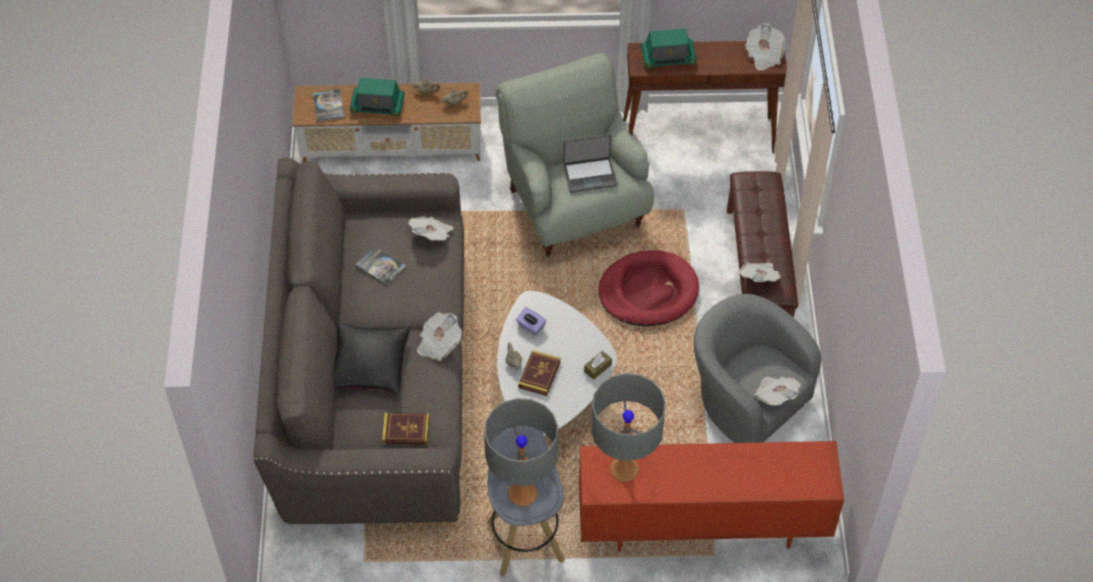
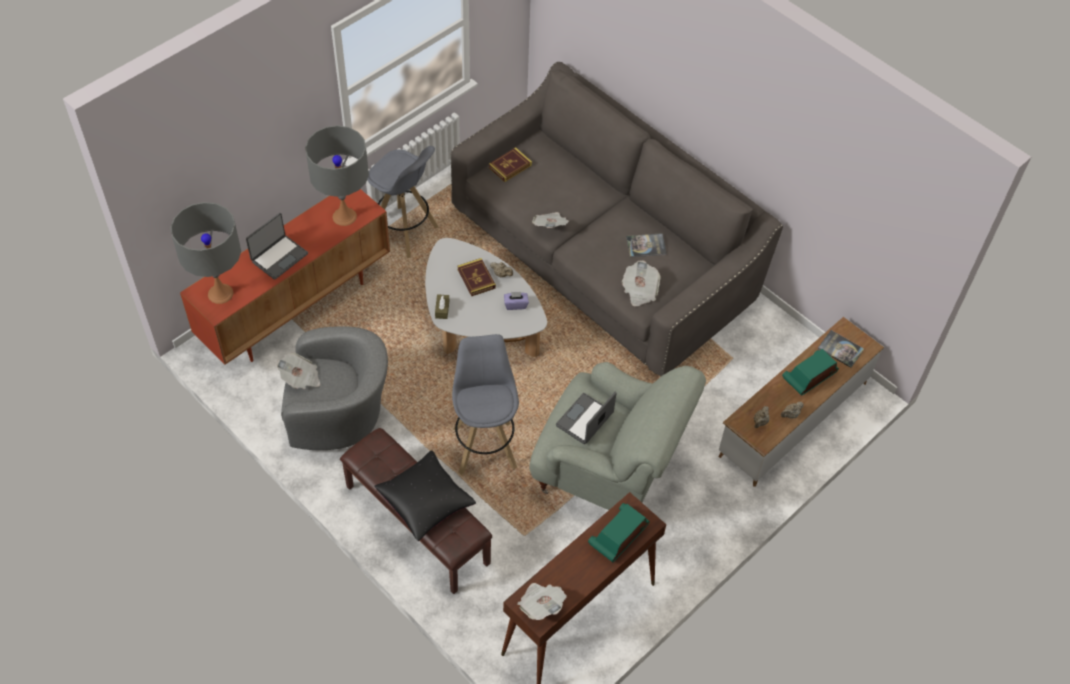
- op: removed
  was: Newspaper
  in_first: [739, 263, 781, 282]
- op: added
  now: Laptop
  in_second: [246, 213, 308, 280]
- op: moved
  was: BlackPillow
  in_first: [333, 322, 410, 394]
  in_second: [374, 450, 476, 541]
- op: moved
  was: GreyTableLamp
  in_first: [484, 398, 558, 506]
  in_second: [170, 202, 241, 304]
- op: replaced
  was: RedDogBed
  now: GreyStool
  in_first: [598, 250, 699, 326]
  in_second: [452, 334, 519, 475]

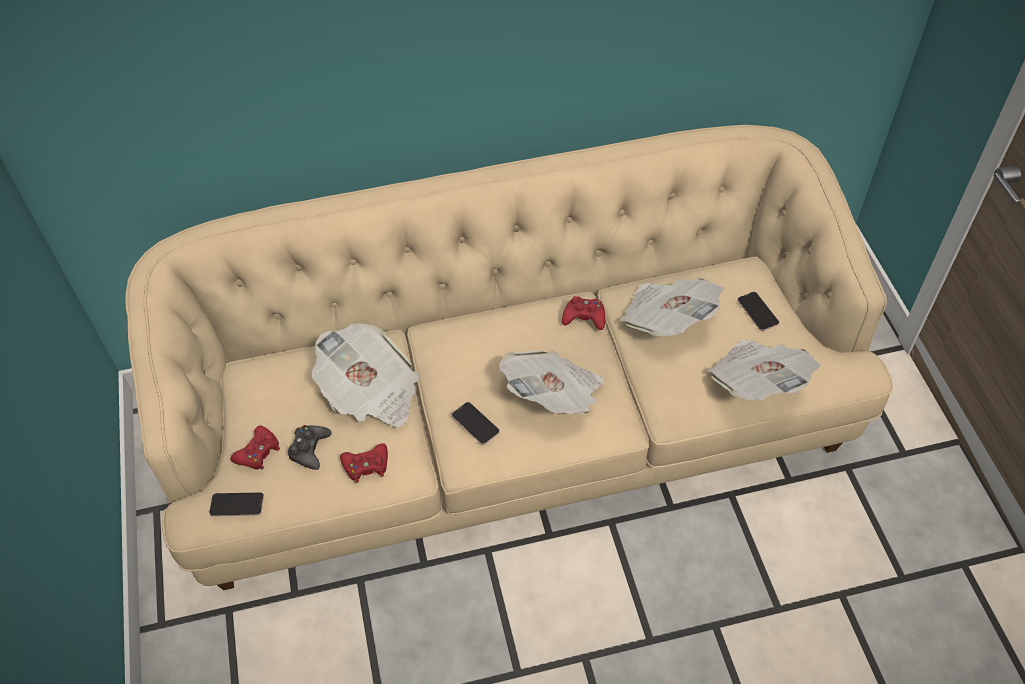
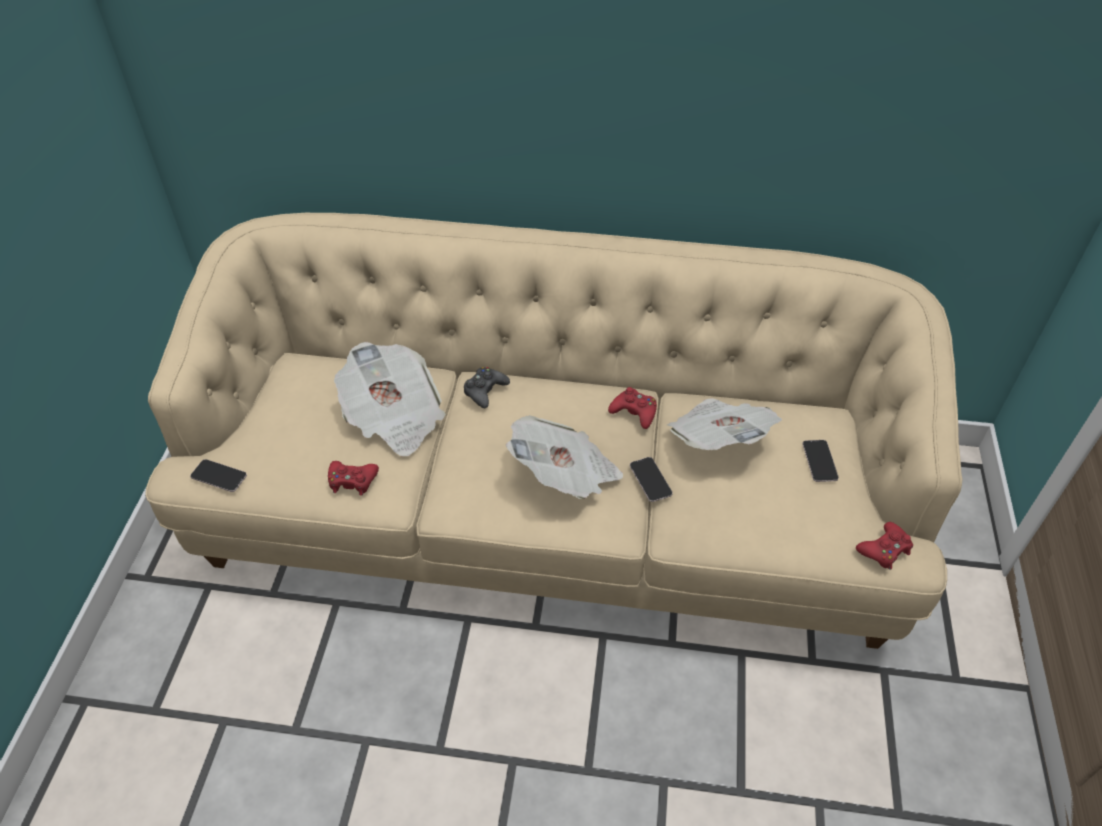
- op: removed
  was: Newspaper
  in_first: [707, 339, 821, 400]
- op: moved
  was: RedGameController
  in_first: [230, 425, 280, 470]
  in_second: [856, 522, 913, 570]
- op: moved
  was: BlackGameController
  in_first: [288, 425, 332, 470]
  in_second: [464, 367, 510, 408]
- op: moved
  was: Phone
  in_first: [452, 402, 500, 445]
  in_second: [630, 457, 673, 502]

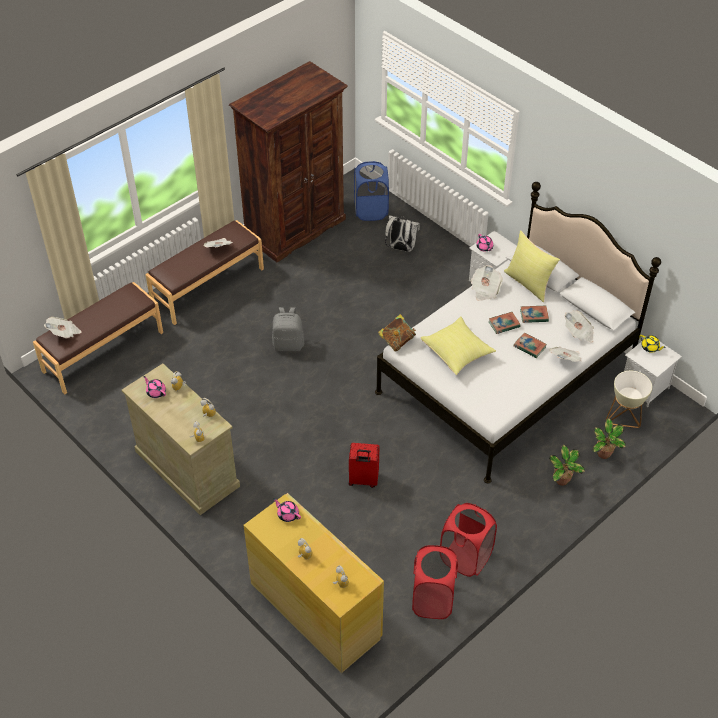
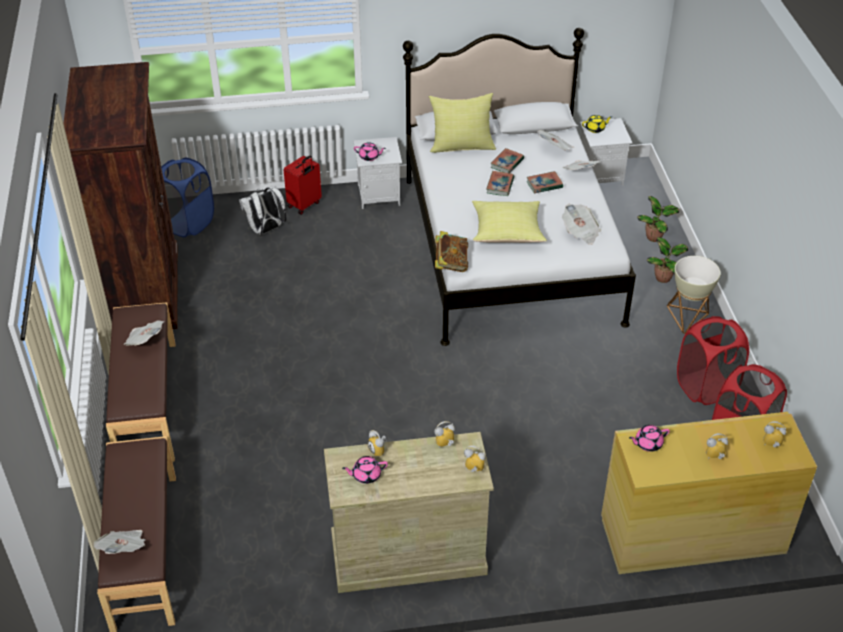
- op: removed
  was: GreyBackpack
  in_first: [272, 307, 304, 351]
- op: moved
  was: RedSuitcase
  in_first: [349, 443, 379, 488]
  in_second: [284, 155, 322, 215]
- op: moved
  was: Newspaper
  in_first: [471, 265, 503, 301]
  in_second: [562, 204, 601, 245]
- op: moved
  was: Planter
  in_first: [606, 371, 652, 428]
  in_second: [667, 256, 721, 334]

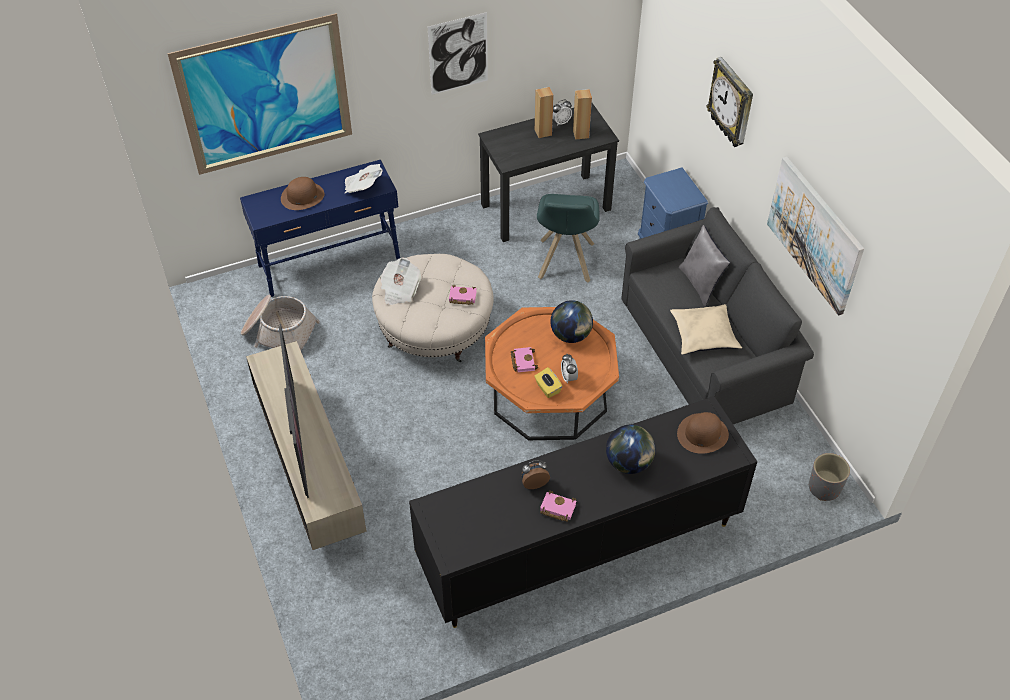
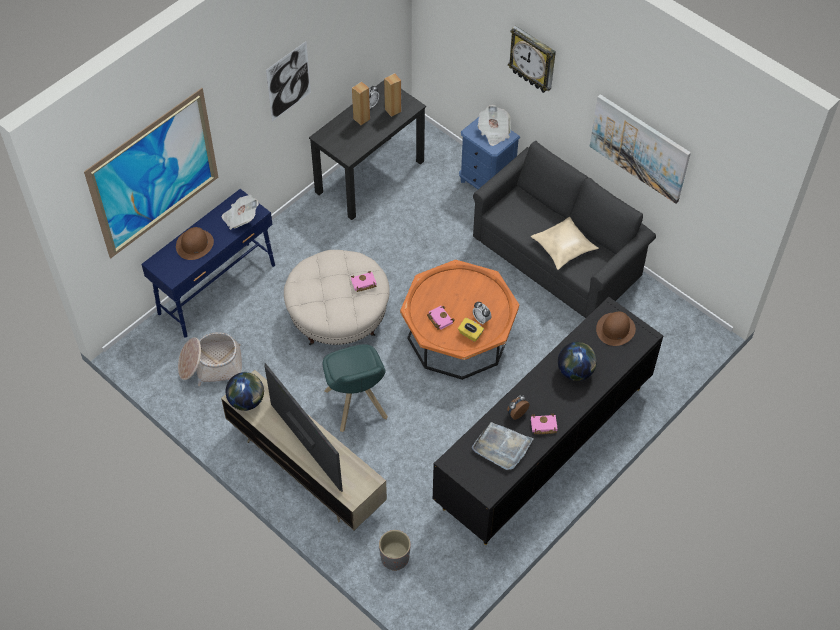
- op: removed
  was: GreyPillow
  in_first: [679, 225, 730, 307]
- op: added
  now: GreyTray
  in_second: [472, 422, 534, 470]
- op: moved
  was: Newspaper
  in_first: [380, 258, 421, 305]
  in_second: [478, 105, 511, 146]
- op: moved
  was: TurquoiseChair
  in_first: [537, 194, 600, 283]
  in_second: [323, 344, 388, 432]
- op: moved
  was: Globe
  in_first: [550, 300, 593, 343]
  in_second: [226, 372, 264, 411]
- op: moved
  was: GreyPlanter
  in_first: [809, 453, 850, 501]
  in_second: [379, 530, 411, 571]

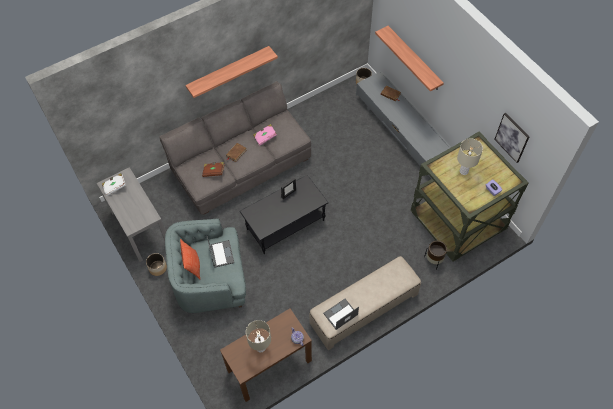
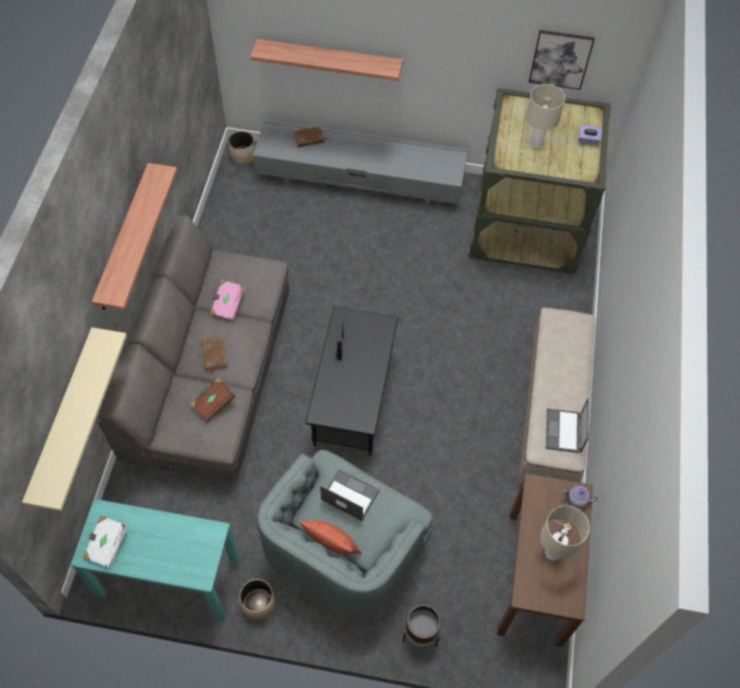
- op: added
  now: BeigeShelf
  in_second: [22, 327, 127, 511]
- op: moved
  was: BrownPlanter
  in_first: [424, 241, 447, 270]
  in_second: [403, 604, 441, 647]
- op: recoloured
  was: GreyConsoleTable
  now: TurquoiseConsoleTable
  in_first: [97, 167, 166, 262]
  in_second: [71, 499, 240, 621]

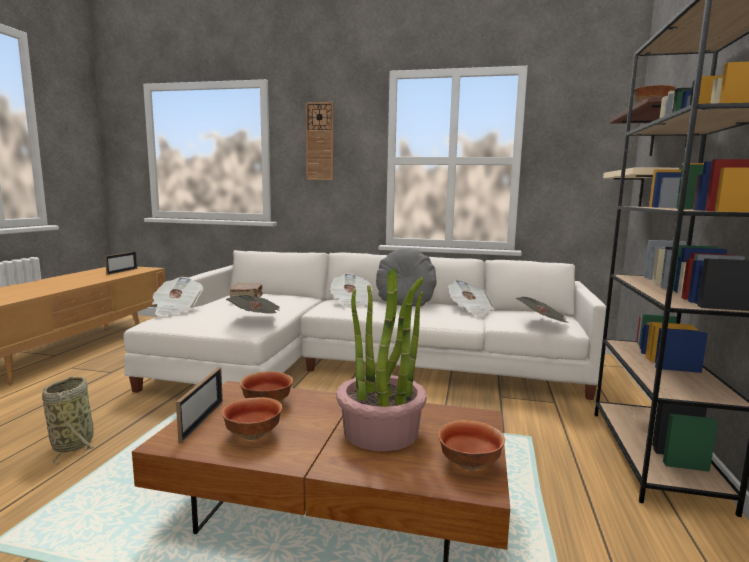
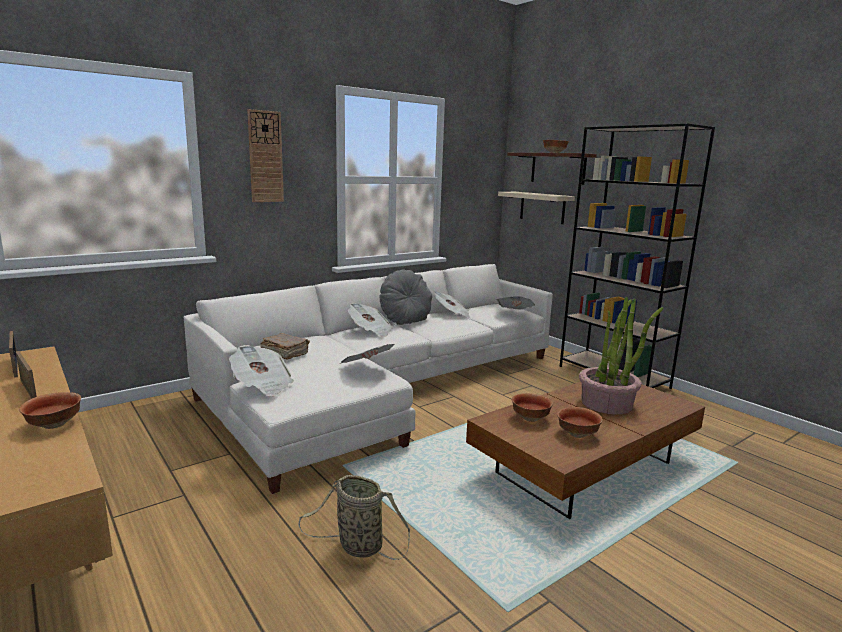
- op: moved
  was: PictureFrame
  in_first: [176, 367, 223, 443]
  in_second: [16, 351, 37, 399]
- op: moved
  was: Bowl
  in_first: [438, 420, 505, 470]
  in_second: [19, 392, 81, 429]

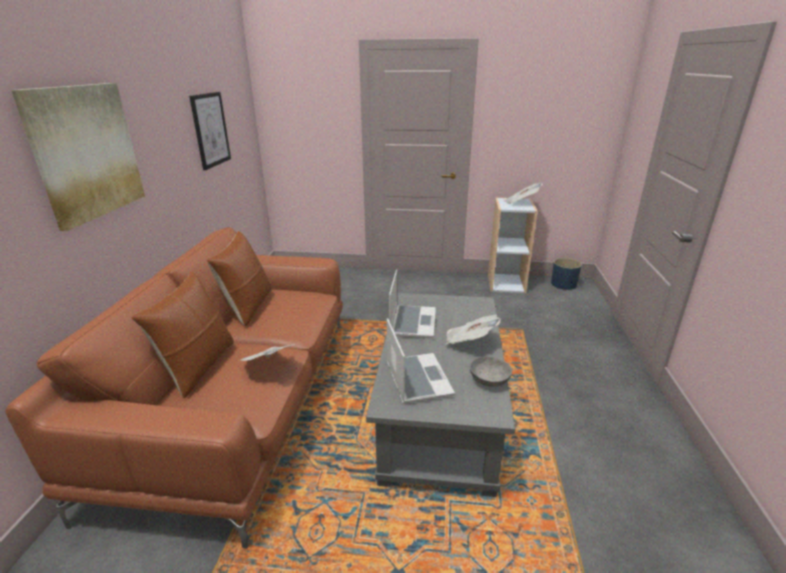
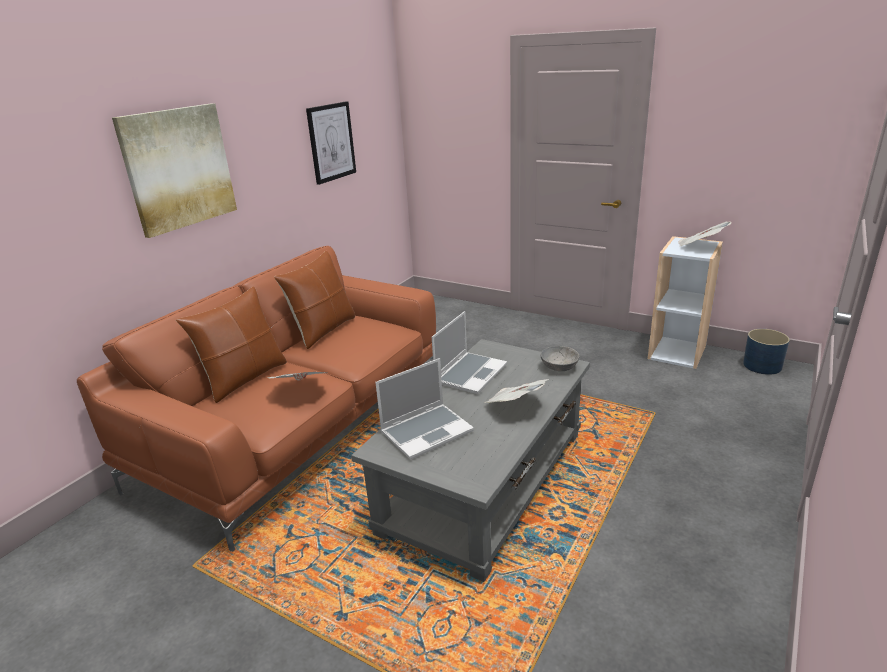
- op: moved
  was: GreyBowl
  in_first: [470, 356, 512, 387]
  in_second: [540, 346, 579, 371]
- op: turned
  was: Laptop
  in_first: [387, 318, 455, 404]
  in_second: [375, 358, 474, 459]
  clockwise: 45

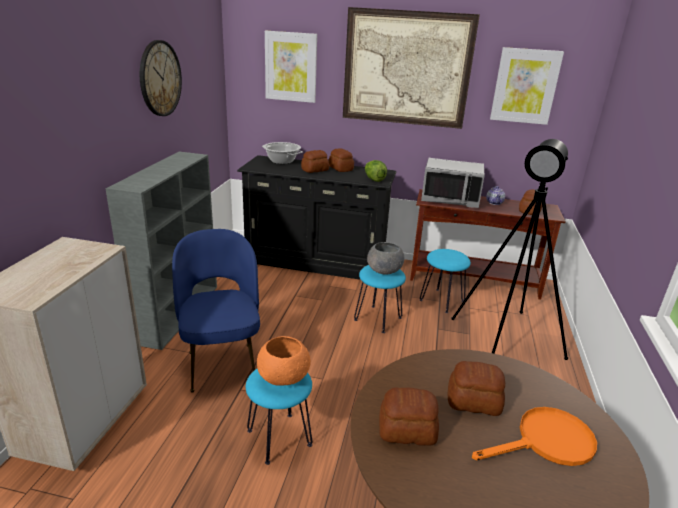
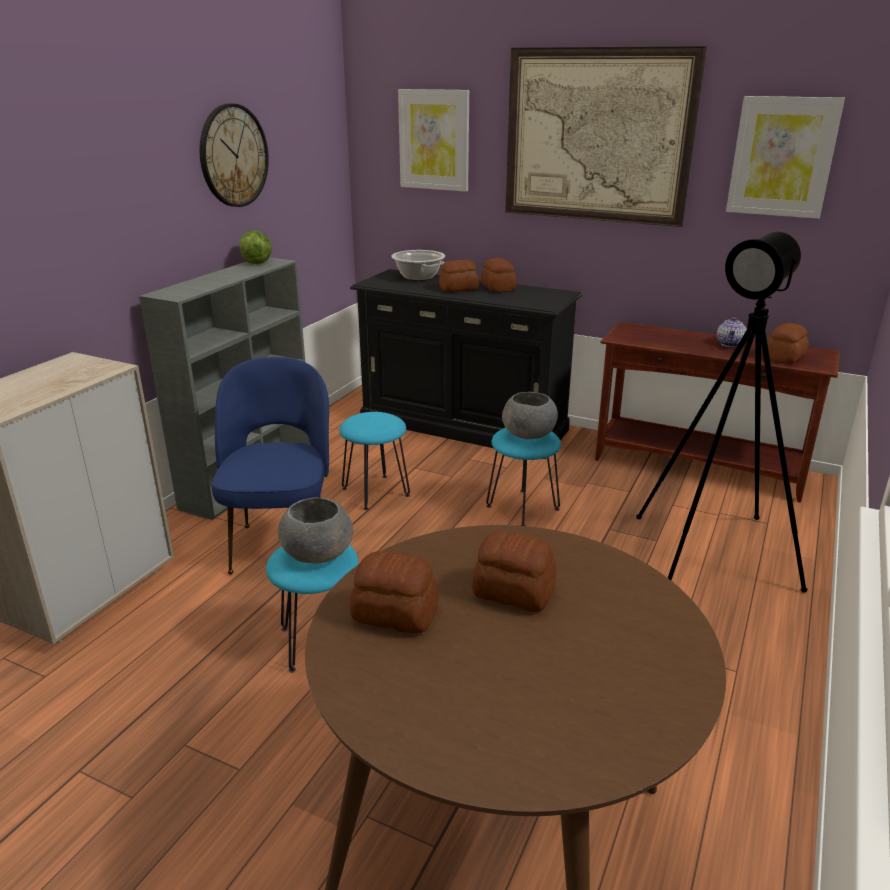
- op: removed
  was: GreyMicrowave
  in_first: [421, 158, 485, 208]
- op: removed
  was: OrangeFryingPan
  in_first: [472, 407, 597, 466]
- op: moved
  was: Lettuce
  in_first: [365, 160, 387, 182]
  in_second: [239, 230, 272, 264]
- op: moved
  was: TurquoiseStool
  in_first: [420, 249, 471, 313]
  in_second: [339, 412, 410, 510]
- op: recoloured
  was: OrangeBowl
  now: GreyBowl
  in_first: [257, 336, 311, 386]
  in_second: [278, 497, 353, 563]

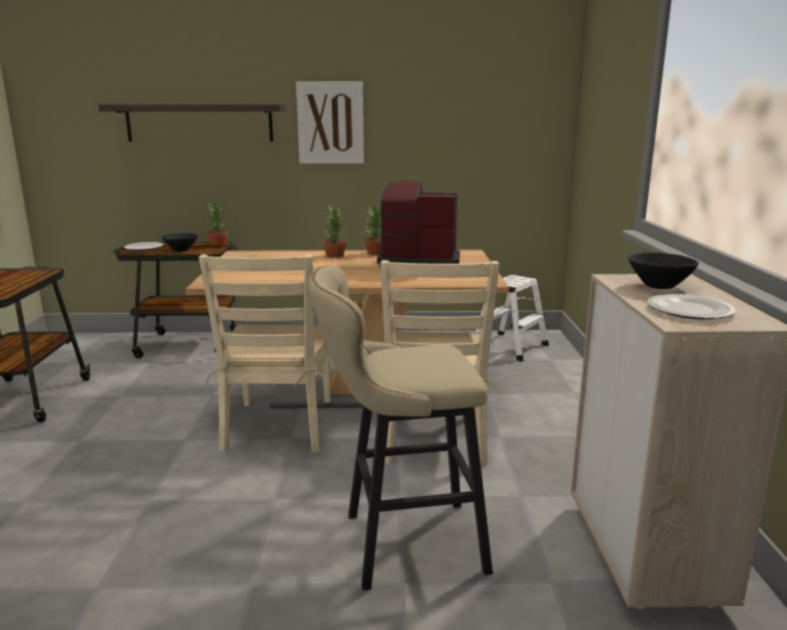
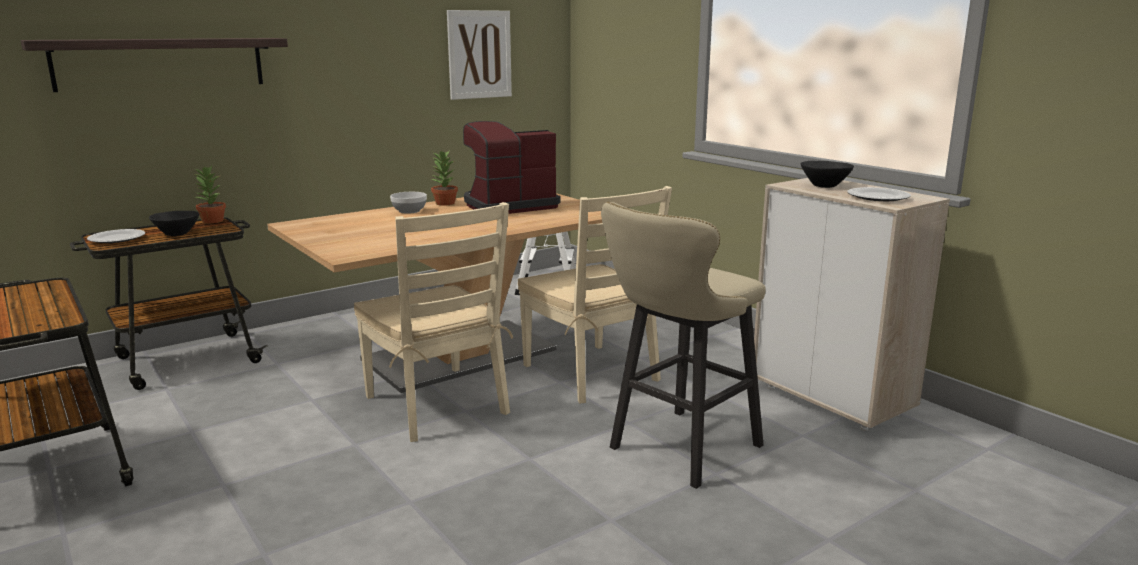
- op: moved
  was: Picture
  in_first: [296, 81, 364, 164]
  in_second: [447, 10, 512, 100]
- op: replaced
  was: PottedPlant
  now: Bowl
  in_first: [322, 206, 347, 257]
  in_second: [390, 192, 427, 214]

